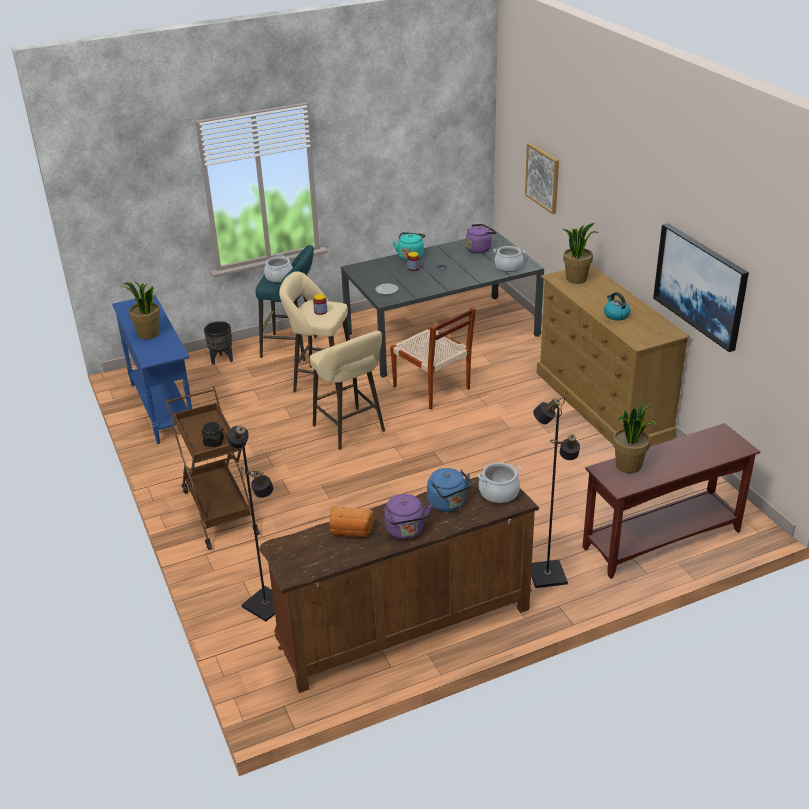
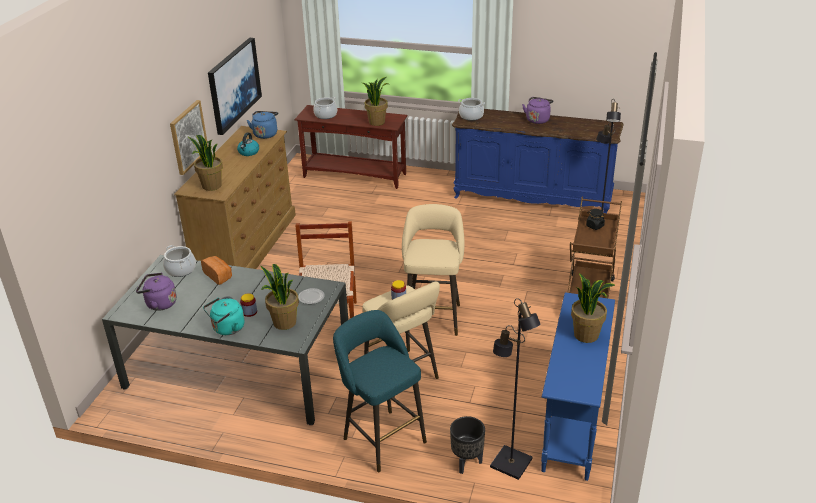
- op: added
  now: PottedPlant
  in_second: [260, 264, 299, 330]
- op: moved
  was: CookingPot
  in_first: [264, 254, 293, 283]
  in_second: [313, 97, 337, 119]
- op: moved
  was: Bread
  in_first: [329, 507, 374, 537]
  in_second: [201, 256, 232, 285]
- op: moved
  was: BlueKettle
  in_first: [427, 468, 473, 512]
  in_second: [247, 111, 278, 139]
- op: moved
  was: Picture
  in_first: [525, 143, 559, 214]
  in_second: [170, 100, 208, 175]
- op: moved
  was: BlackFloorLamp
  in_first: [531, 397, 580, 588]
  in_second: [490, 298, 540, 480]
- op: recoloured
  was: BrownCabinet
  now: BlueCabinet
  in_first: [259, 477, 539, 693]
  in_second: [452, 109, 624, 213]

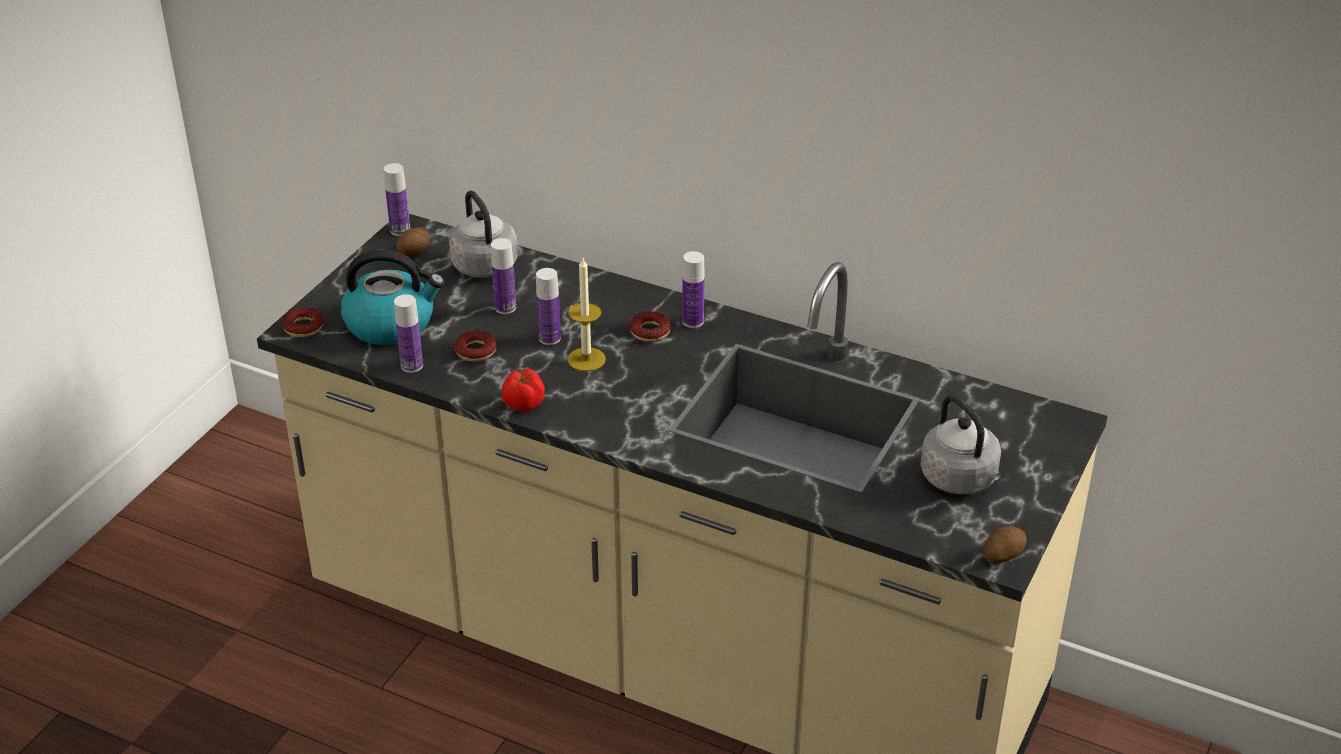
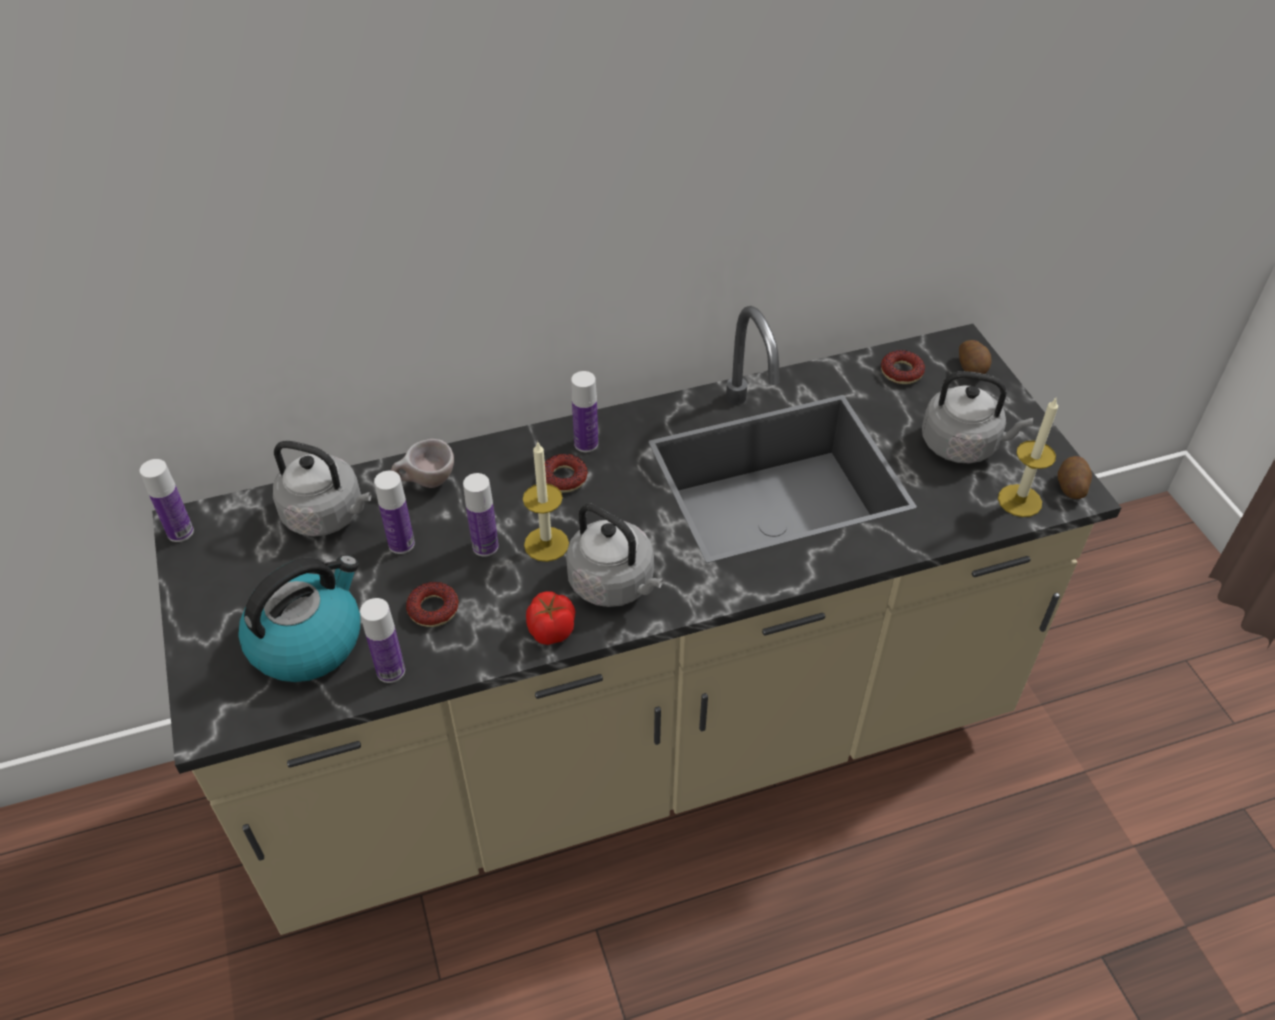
- op: added
  now: BeigeCup
  in_second: [391, 439, 454, 488]
- op: added
  now: GreyKettle
  in_second: [566, 503, 664, 607]
- op: added
  now: Candle
  in_second: [998, 398, 1058, 517]
- op: moved
  was: Donut
  in_first: [282, 307, 324, 337]
  in_second: [881, 350, 925, 384]
- op: moved
  was: Potato
  in_first: [396, 227, 430, 256]
  in_second: [959, 340, 991, 374]

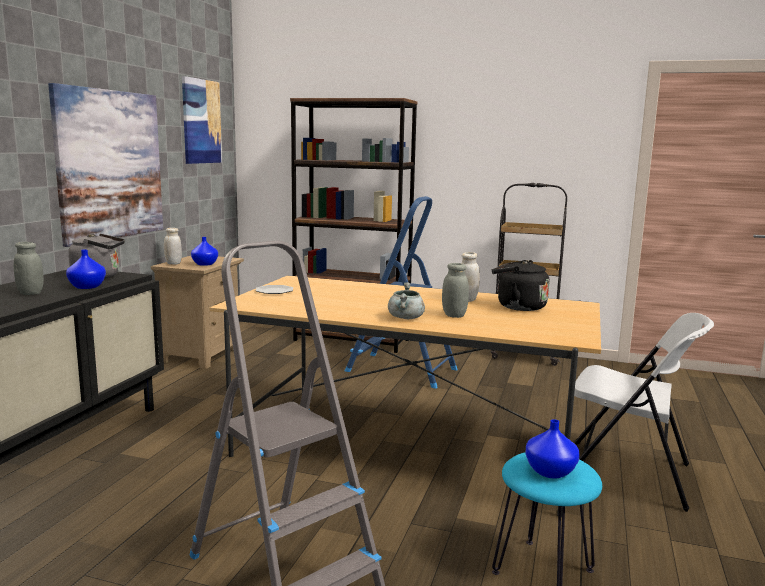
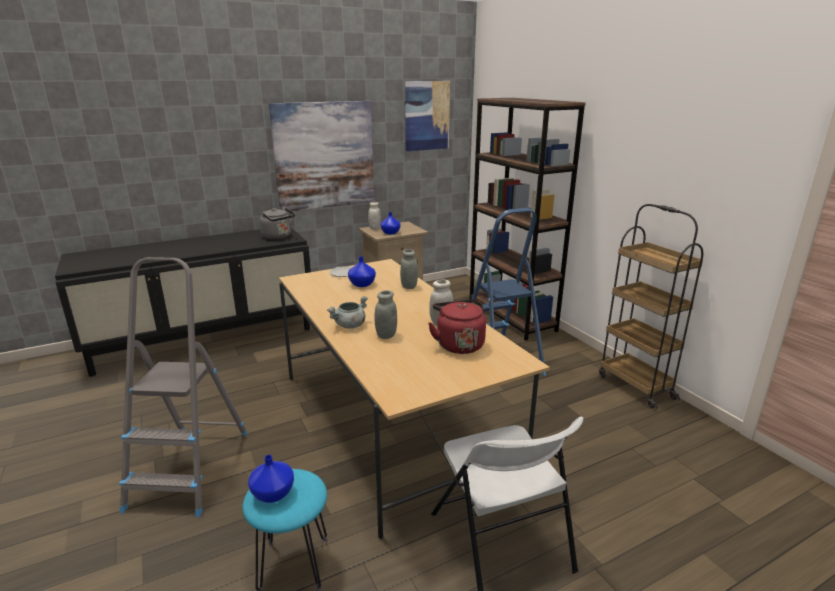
- op: moved
  was: GreyJar
  in_first: [14, 242, 44, 295]
  in_second: [400, 249, 418, 289]
- op: moved
  was: BlueVase
  in_first: [66, 250, 106, 289]
  in_second: [348, 257, 376, 287]
- op: recoloured
  was: BlackKettle
  now: RedKettle
  in_first: [492, 260, 549, 311]
  in_second: [428, 299, 486, 354]

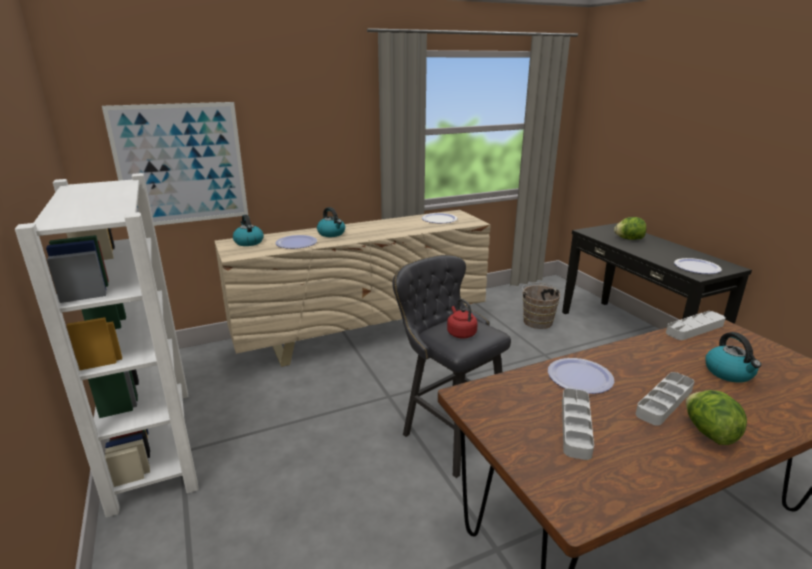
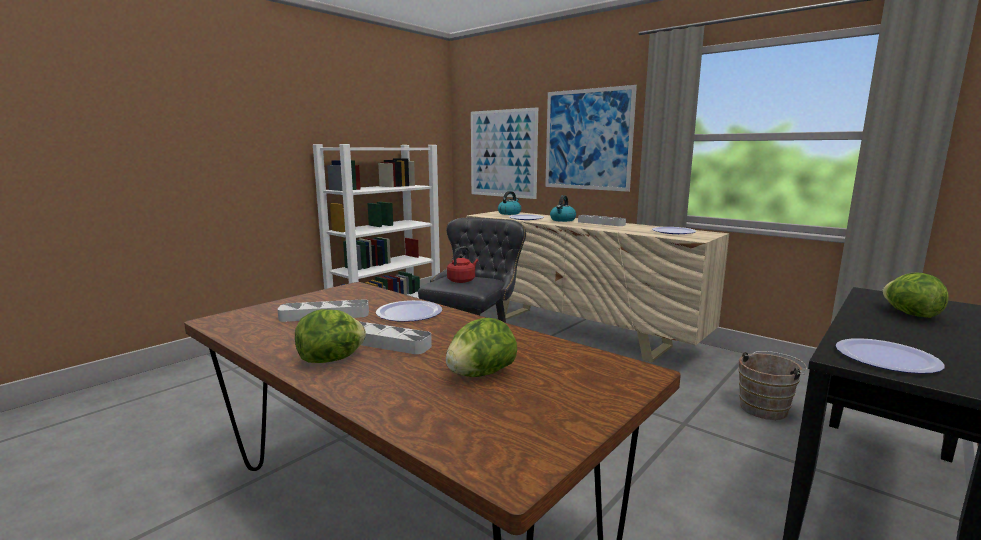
- op: added
  now: Picture
  in_second: [545, 85, 637, 192]
- op: moved
  was: GreyTray
  in_first: [666, 311, 726, 340]
  in_second: [578, 215, 626, 226]
- op: replaced
  was: Kettle
  now: Lettuce
  in_first: [705, 332, 761, 383]
  in_second: [446, 318, 517, 377]

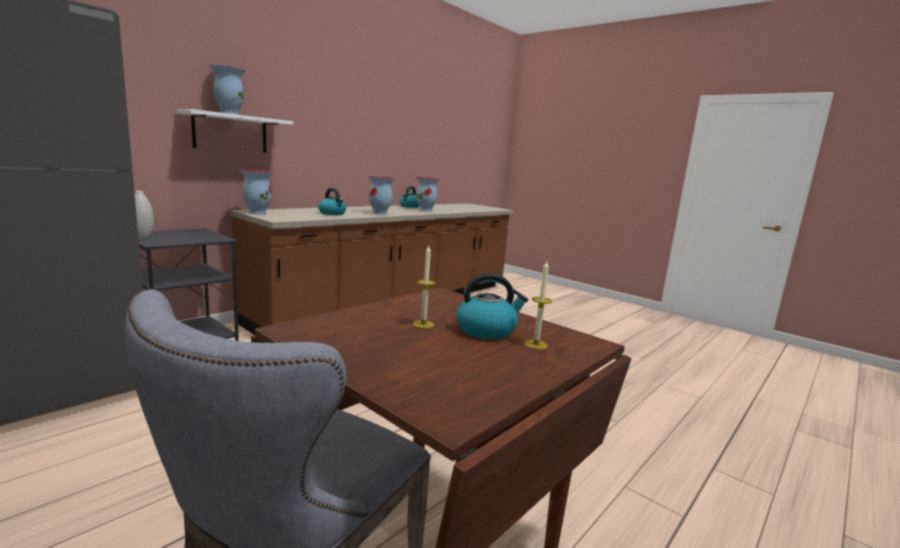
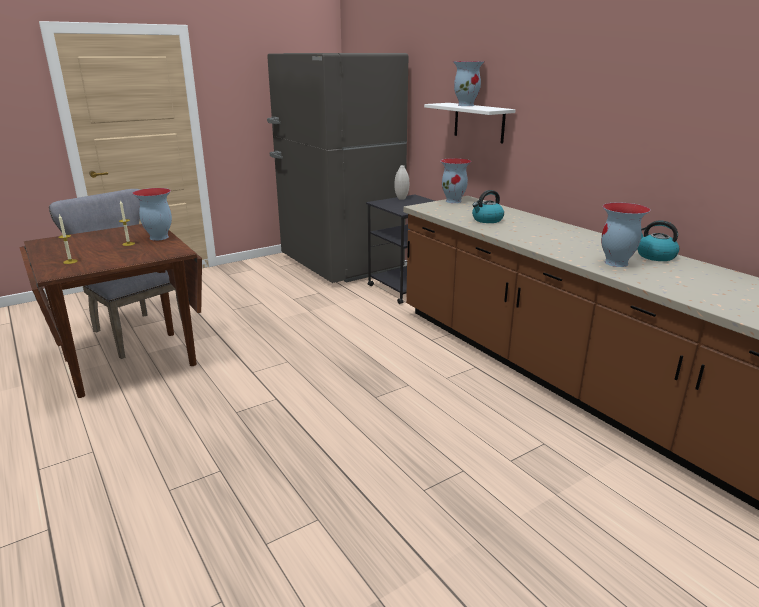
- op: removed
  was: Kettle
  in_first: [456, 273, 528, 339]
- op: moved
  was: Vase
  in_first: [367, 176, 395, 215]
  in_second: [132, 188, 172, 241]

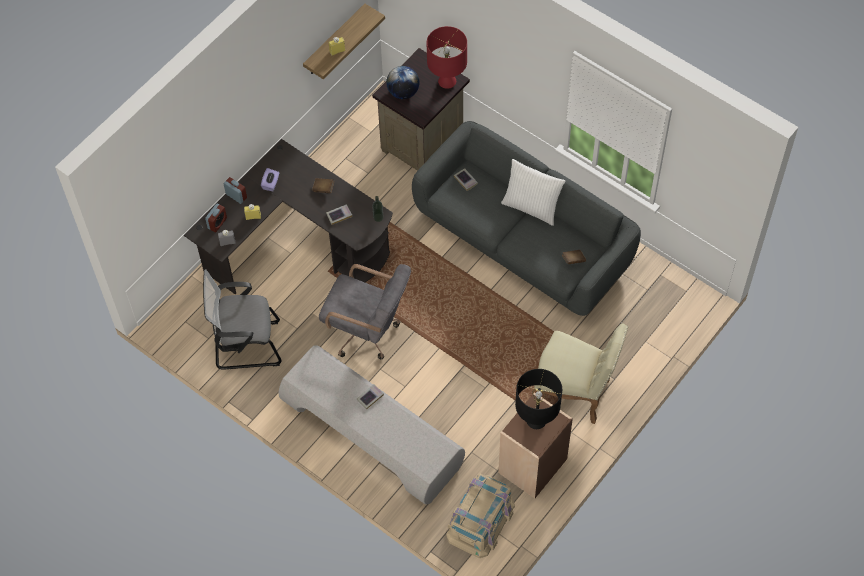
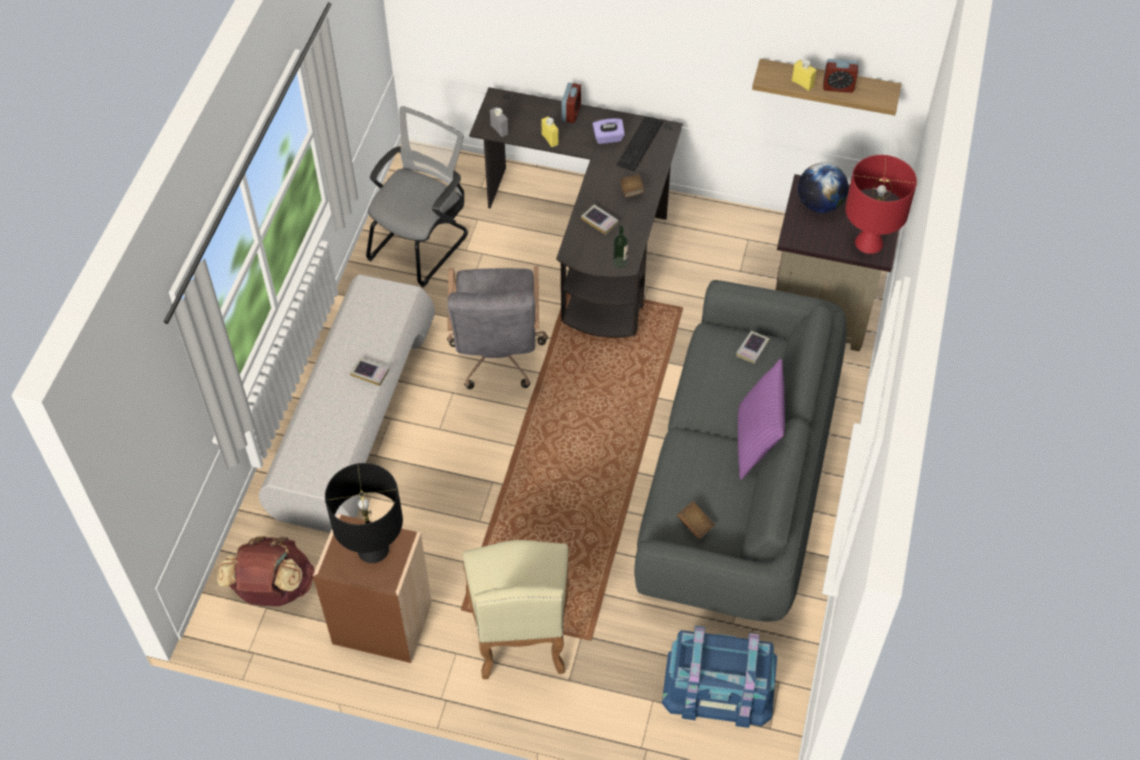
- op: added
  now: Keyboard
  in_second: [616, 116, 663, 171]
- op: added
  now: BlueStorageBox
  in_second: [662, 626, 777, 728]
- op: moved
  was: AlarmClock
  in_first: [205, 203, 227, 232]
  in_second: [823, 59, 858, 93]
- op: replaced
  was: BeigeStorageBox
  now: BrownBackpack
  in_first: [446, 474, 515, 558]
  in_second: [217, 536, 315, 606]
- op: recoloured
  was: WhitePillow
  now: PurplePillow
  in_first: [501, 159, 565, 226]
  in_second: [738, 359, 785, 480]
- op: turned
  was: Chair
  in_first: [203, 269, 282, 370]
  in_second: [366, 106, 468, 288]
  clockwise: 60

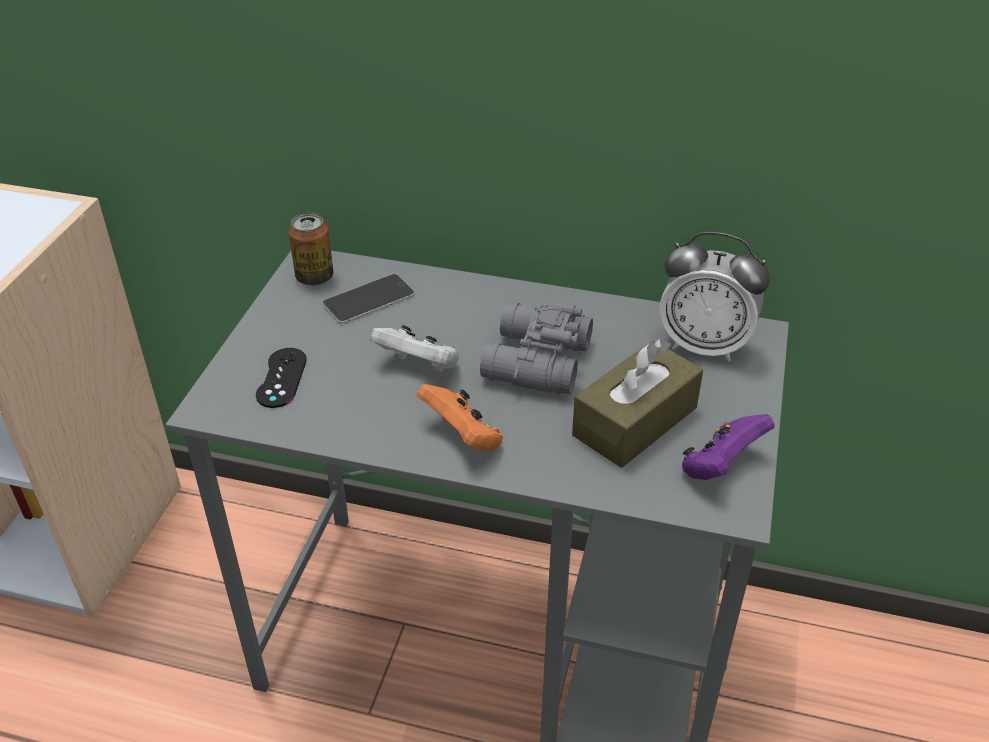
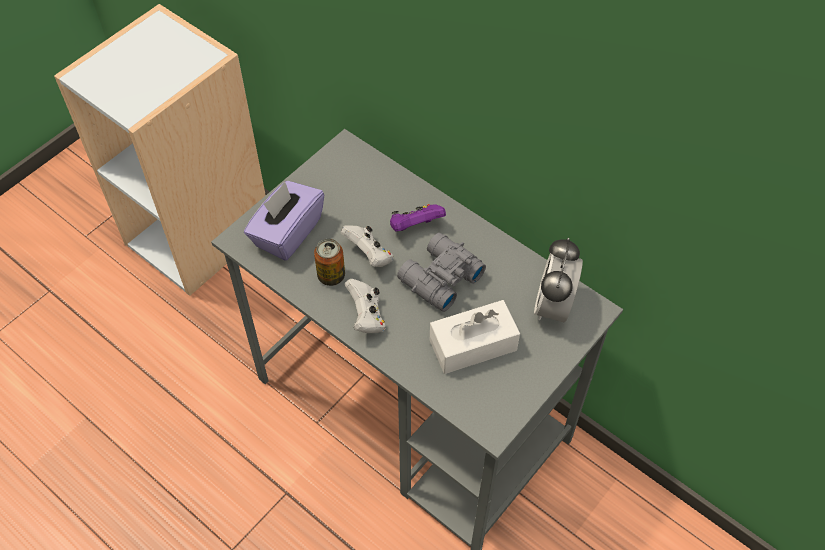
- op: removed
  was: Phone
  in_first: [322, 274, 415, 323]
- op: moved
  was: Can
  in_first: [288, 212, 333, 286]
  in_second: [314, 239, 345, 286]
- op: moved
  was: PurpleGameController
  in_first: [682, 414, 775, 480]
  in_second: [390, 204, 446, 232]
- op: replaced
  was: BlackGameController
  now: PurpleTissueBox
  in_first: [256, 348, 307, 408]
  in_second: [244, 181, 324, 261]
- op: recoloured
  was: OrangeGameController
  now: WhiteGameController
  in_first: [417, 384, 503, 451]
  in_second: [345, 279, 386, 333]
- op: recoloured
  was: BrownTissueBox
  now: WhiteTissueBox
  in_first: [572, 339, 703, 468]
  in_second: [430, 300, 520, 374]
- op: turned
  was: AlarmClock
  in_first: [659, 231, 770, 362]
  in_second: [534, 238, 583, 322]
  clockwise: 60

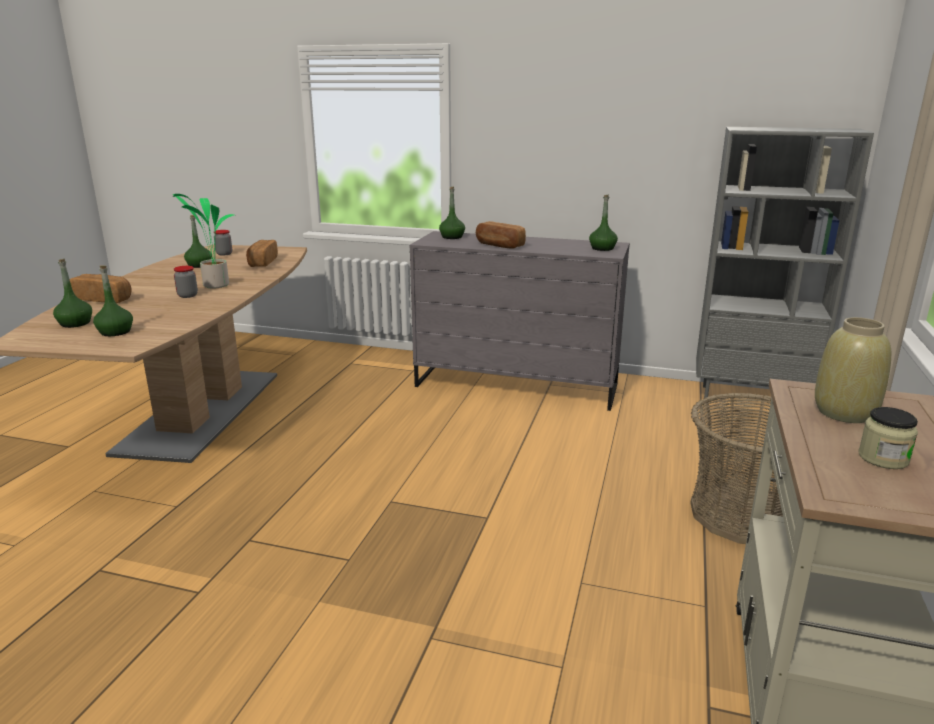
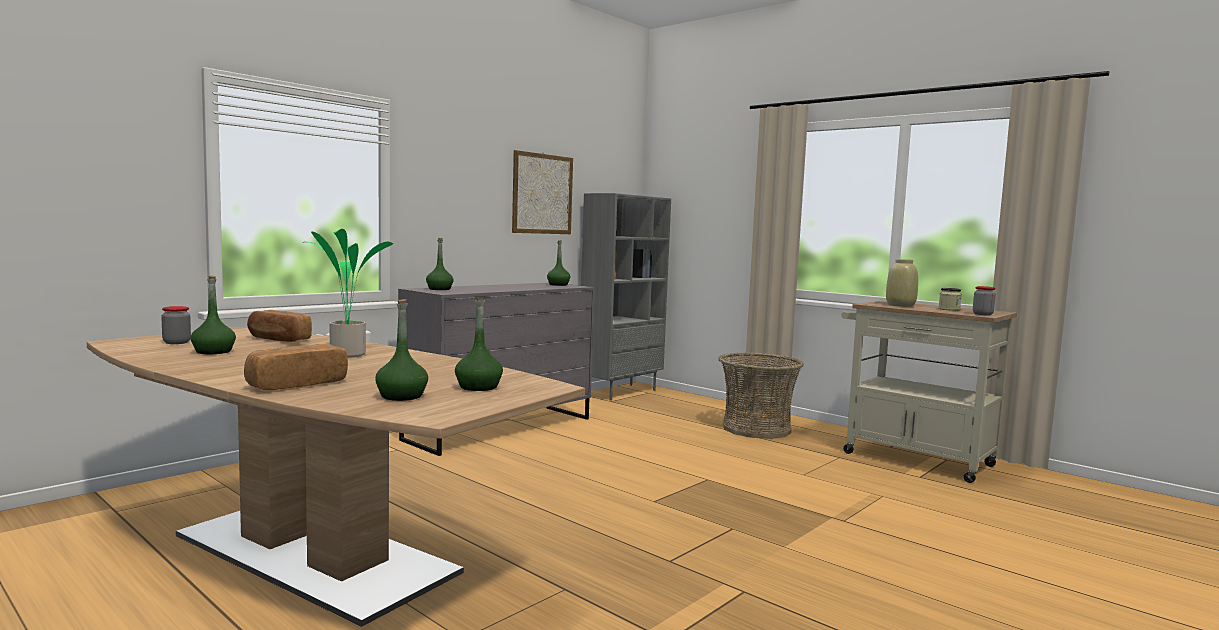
- op: removed
  was: Bread
  in_first: [476, 221, 526, 248]
- op: added
  now: Picture
  in_second: [512, 150, 573, 234]
- op: moved
  was: Jar
  in_first: [174, 266, 198, 298]
  in_second: [973, 286, 996, 315]

